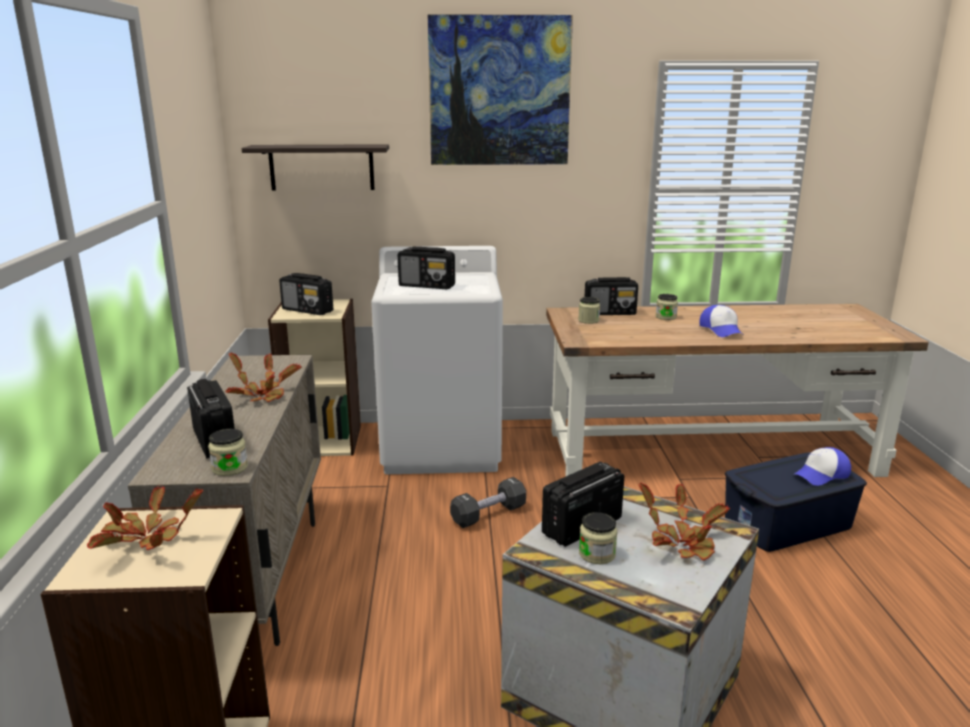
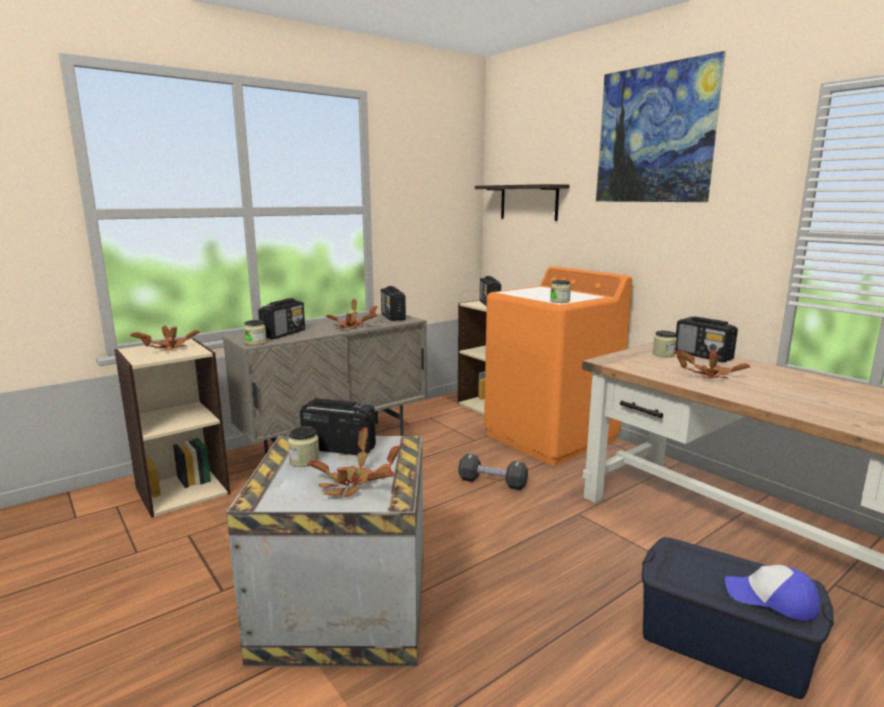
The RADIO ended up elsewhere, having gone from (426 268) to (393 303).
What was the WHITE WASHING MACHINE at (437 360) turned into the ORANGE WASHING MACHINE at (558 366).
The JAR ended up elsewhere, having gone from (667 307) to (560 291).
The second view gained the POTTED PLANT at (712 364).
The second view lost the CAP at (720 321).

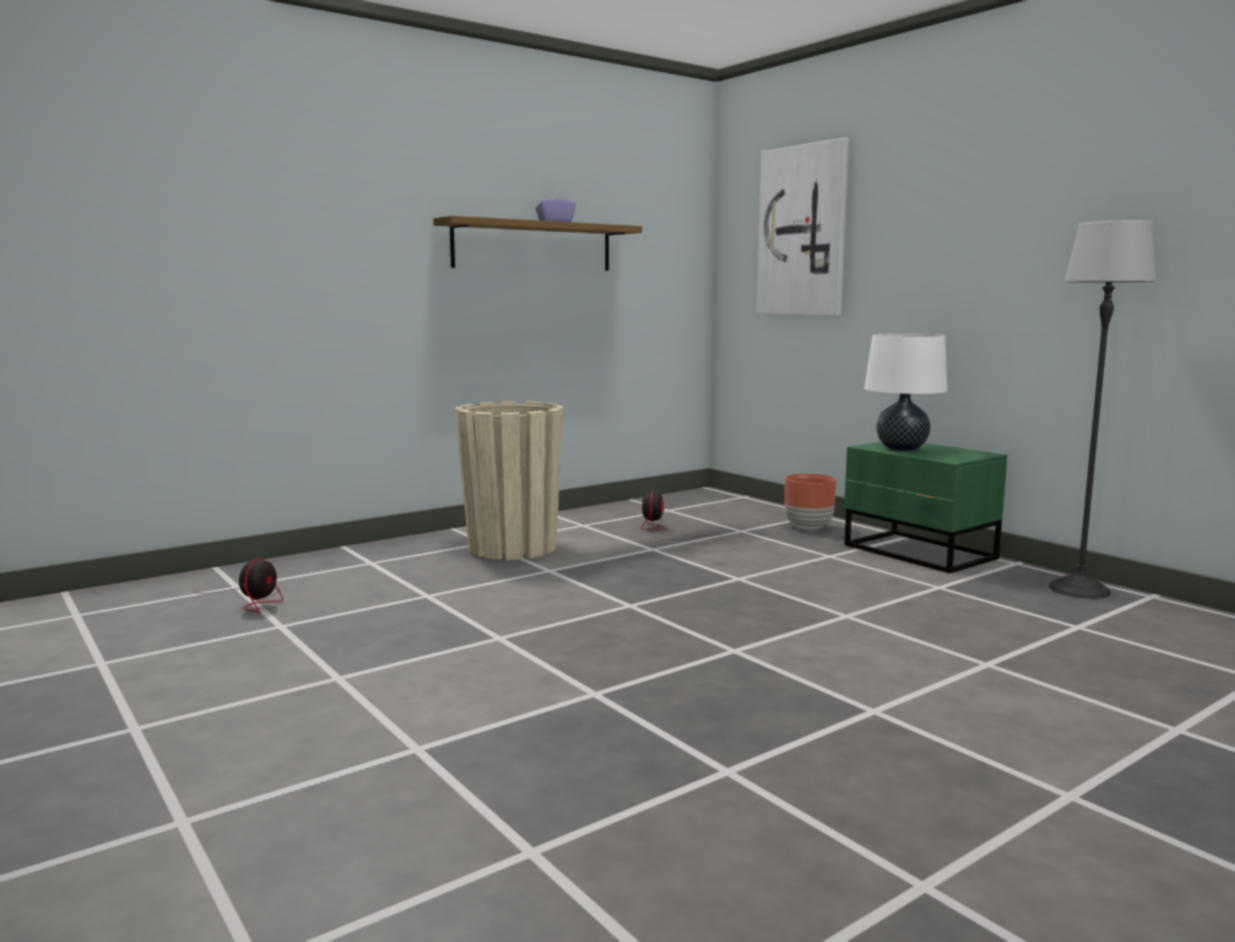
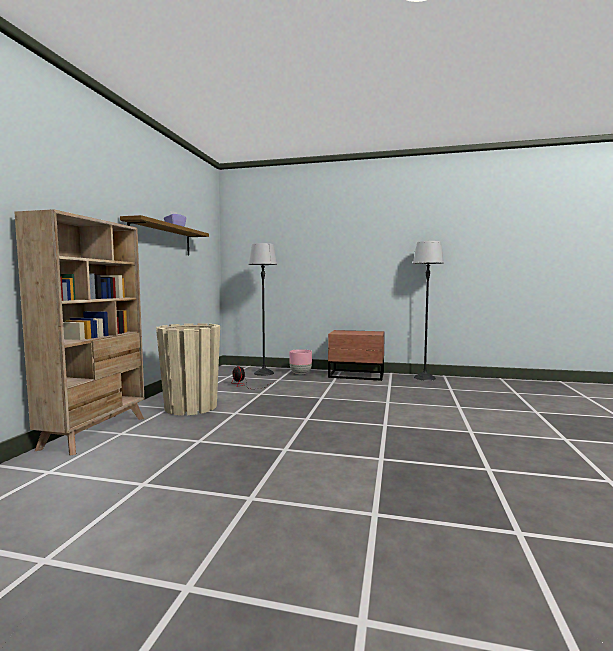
The second view gained the BEIGE BOOKCASE at (79 332).
The second view gained the FLOOR LAMP at (263 309).
What was the BROWN PLANTER at (810 501) turned into the PINK PLANTER at (300 361).
What was the GREEN NIGHTSTAND at (925 507) turned into the BROWN NIGHTSTAND at (356 355).
The second view lost the FAN at (238 585).
The second view lost the PICTURE at (803 226).
The second view lost the WHITE TABLE LAMP at (905 392).

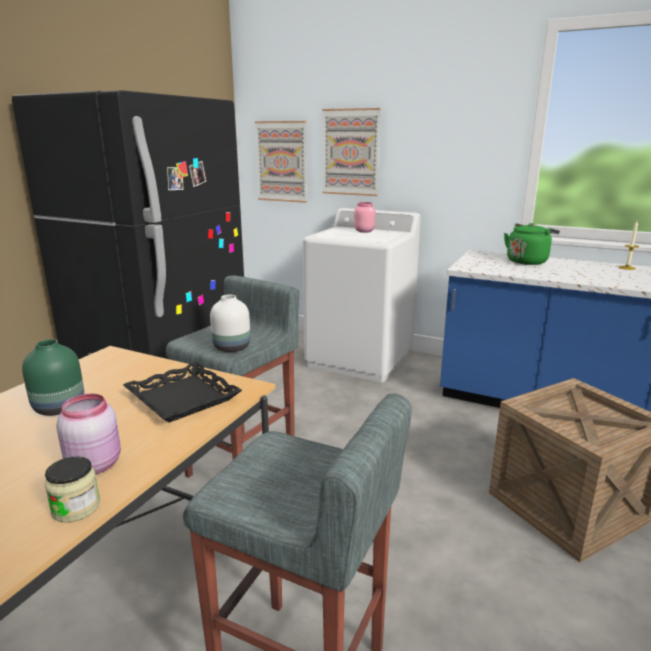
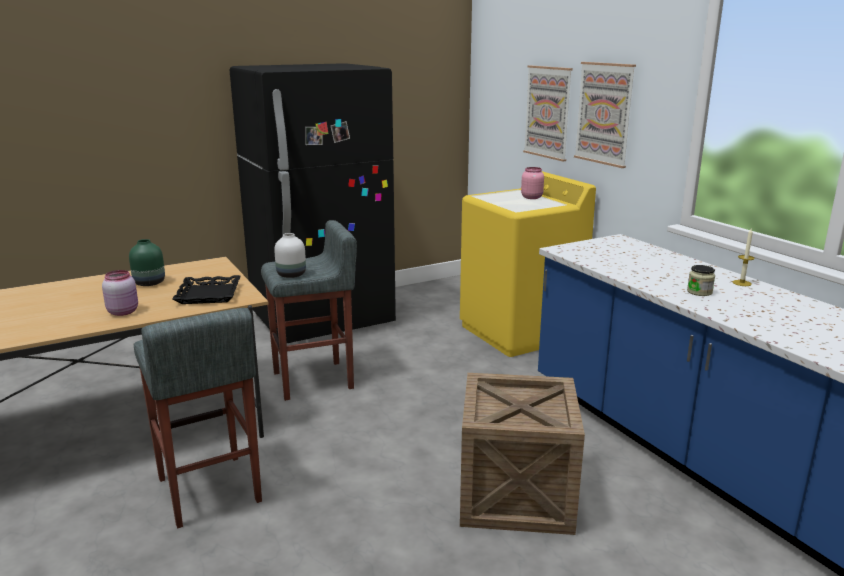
What was the WHITE WASHING MACHINE at (362 295) turned into the YELLOW WASHING MACHINE at (528 264).
The PICTURE ended up elsewhere, having gone from (281 162) to (605 115).
The JAR ended up elsewhere, having gone from (72 490) to (701 280).
The second view lost the GREEN KETTLE at (532 244).

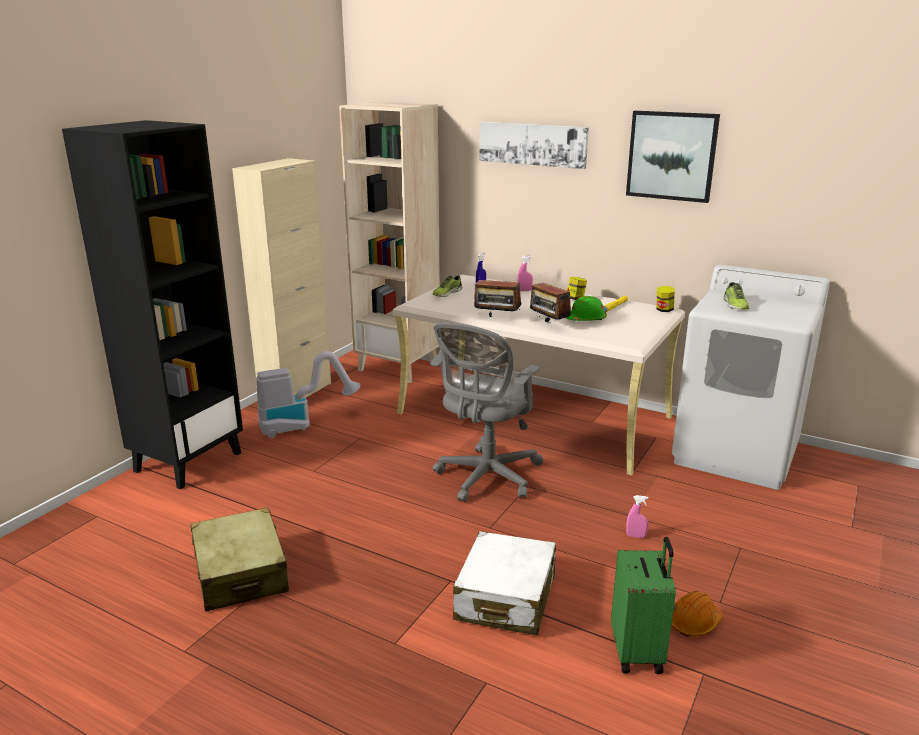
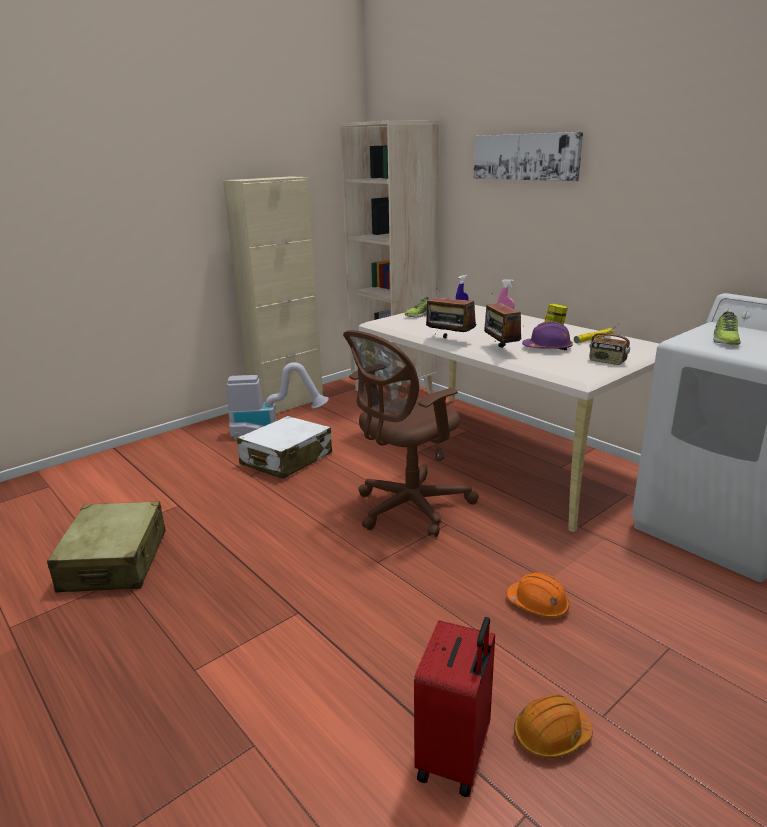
The WHITE SUITCASE ended up elsewhere, having gone from (504 583) to (284 447).
What was the GREY OFFICE CHAIR at (486 412) turned into the BROWN OFFICE CHAIR at (411 433).
What was the GREEN SUITCASE at (643 605) turned into the RED SUITCASE at (454 707).
Where the PINK SPRAY BOTTLE stood at (637 516), the ORANGE HARD HAT came to stand at (538 595).
What was the GREEN HARD HAT at (586 308) turned into the PURPLE HARD HAT at (547 336).
The second view gained the RADIO at (609 344).
The second view lost the BLACK BOOKCASE at (152 305).
The second view lost the PICTURE at (673 157).
The second view lost the JAR at (665 299).

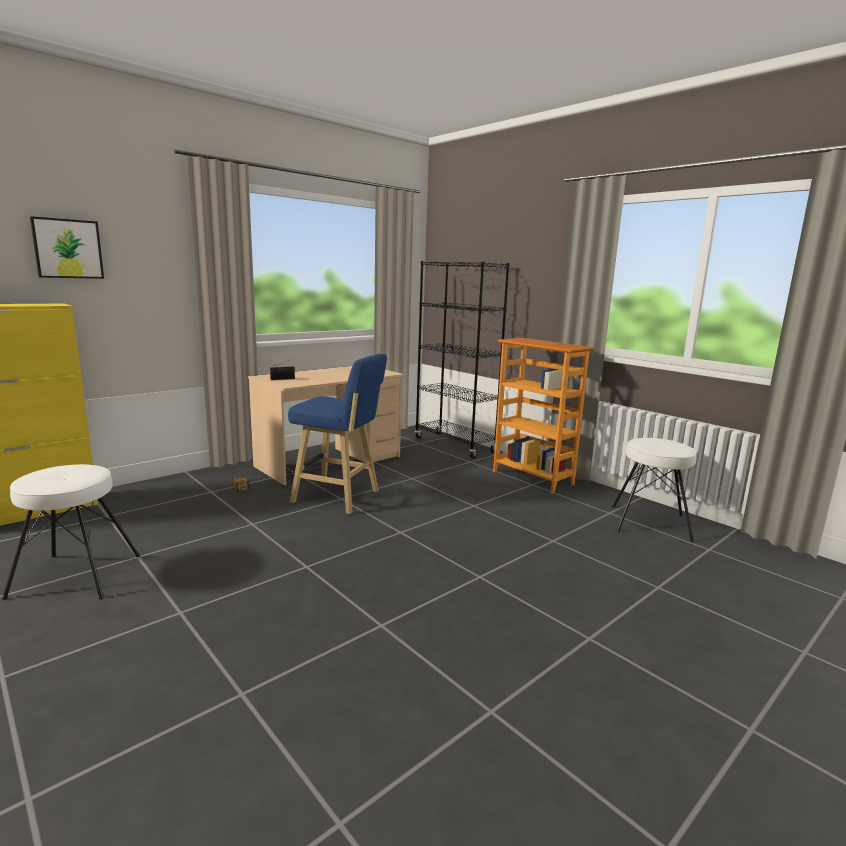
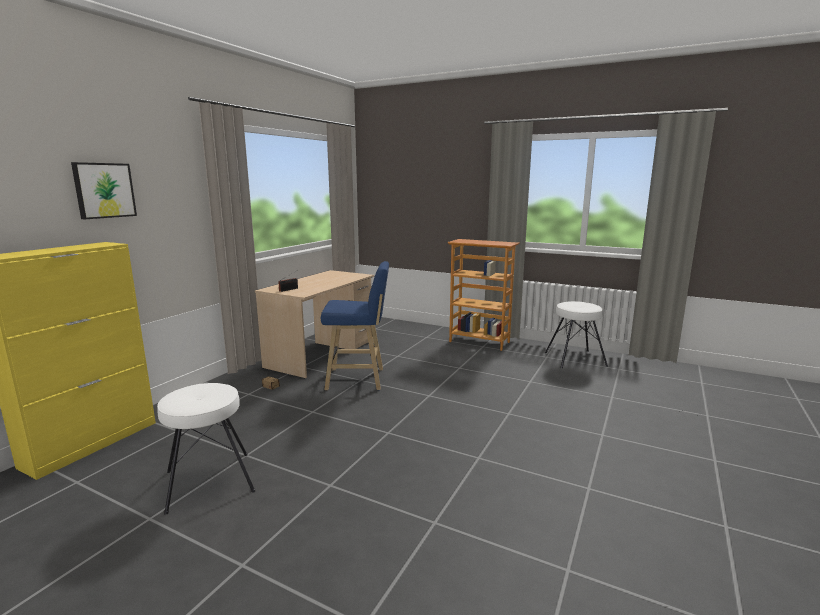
The second view lost the BLACK BOOKCASE at (462 359).

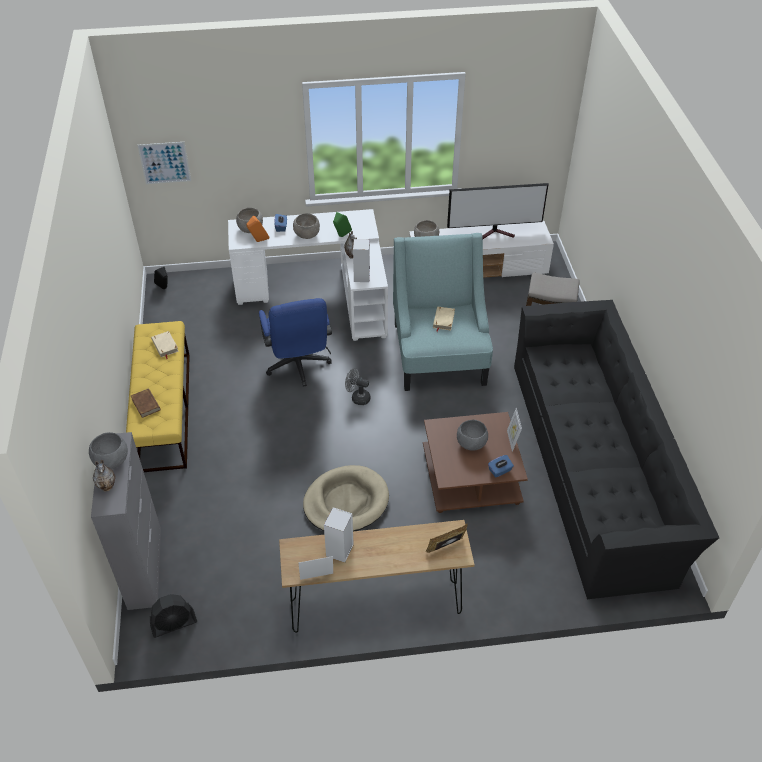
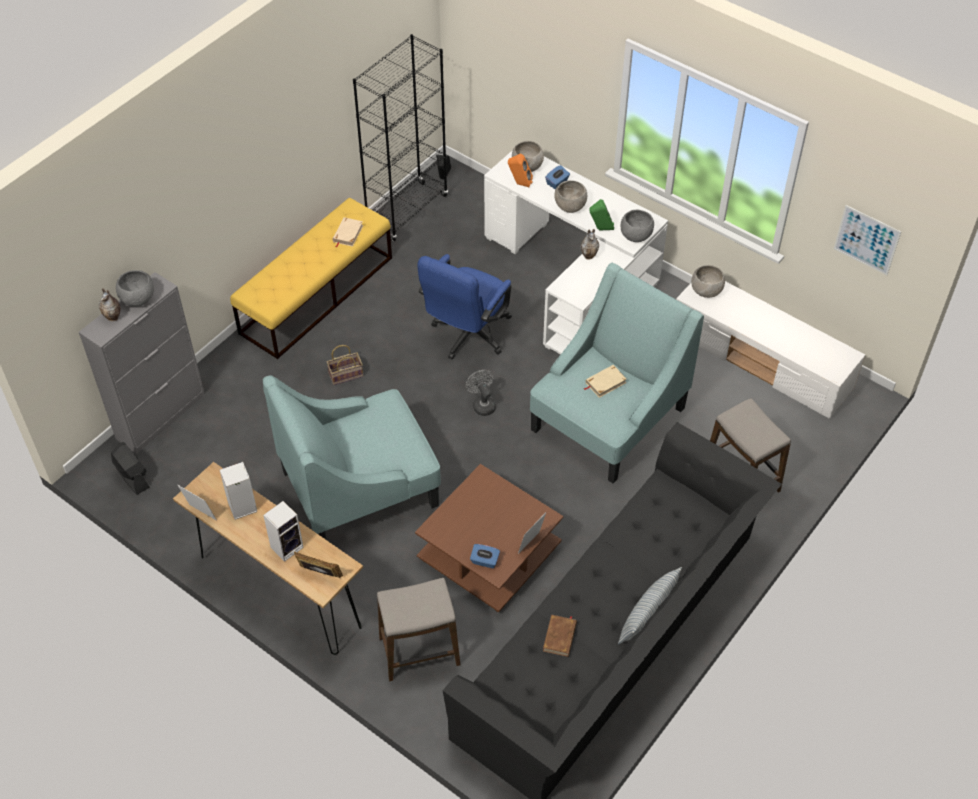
The BLACK FAN at (173 616) ended up facing another way, 150 degrees counterclockwise from before.
Where the BEIGE DOG BED stood at (346 498), the TURQUOISE ARMCHAIR came to stand at (352 457).
The SPEAKER ended up elsewhere, having gone from (361 260) to (283 531).
The second view gained the BASKET at (345 365).
The second view gained the BLACK BOOKCASE at (400 138).
The second view gained the STOOL at (418 629).
The BROWN BOOK ended up elsewhere, having gone from (146 403) to (560 636).
The second view gained the PILLOW at (650 606).
The GREY BOWL ended up elsewhere, having gone from (472 435) to (637 226).
The PICTURE ended up elsewhere, having gone from (164 163) to (867 240).
The second view lost the TELEVISION at (498 211).

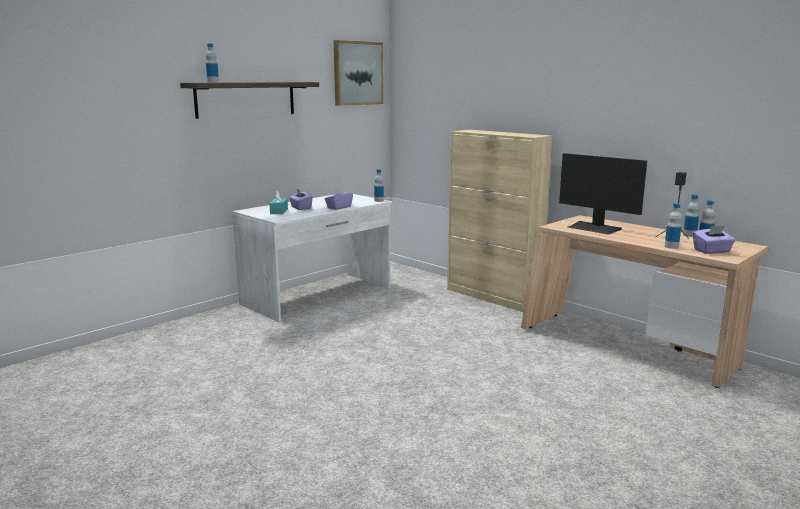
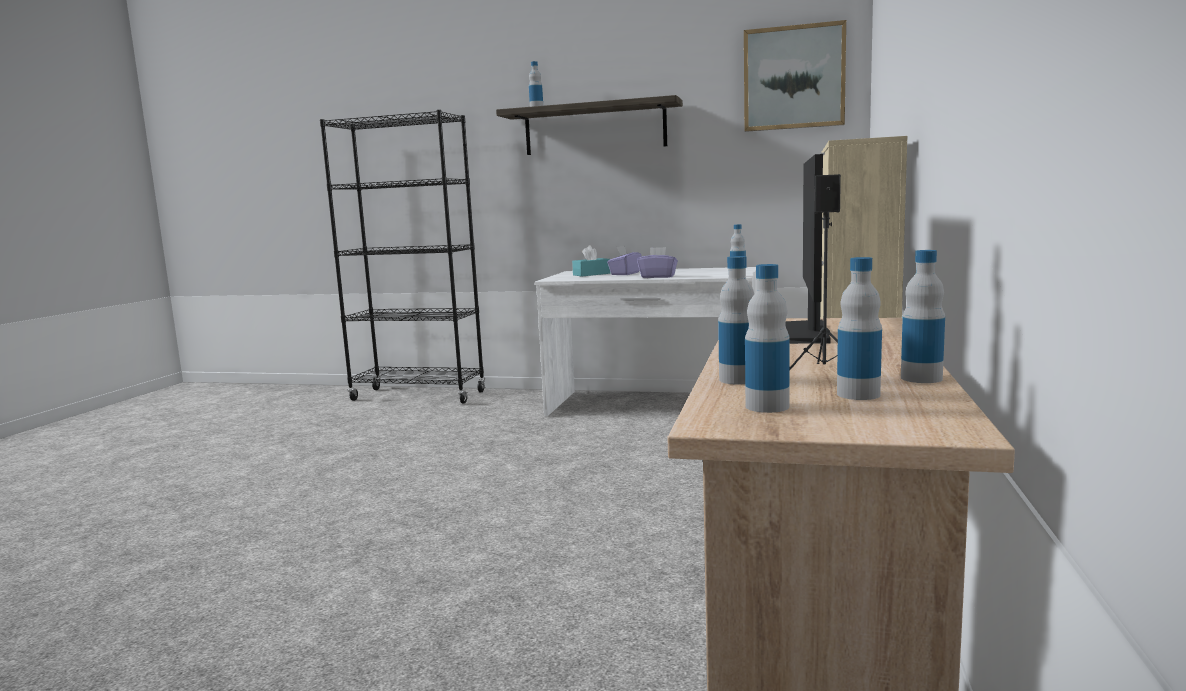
The second view gained the BLACK BOOKCASE at (403 257).
Where the PURPLE TISSUE BOX stood at (714 240), the BOTTLE came to stand at (767 338).

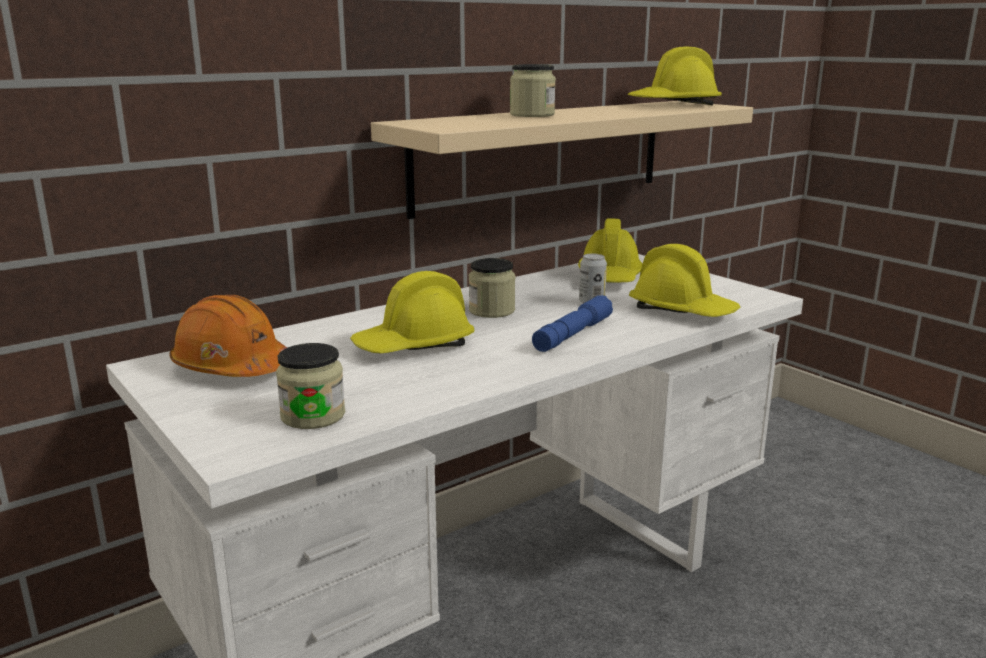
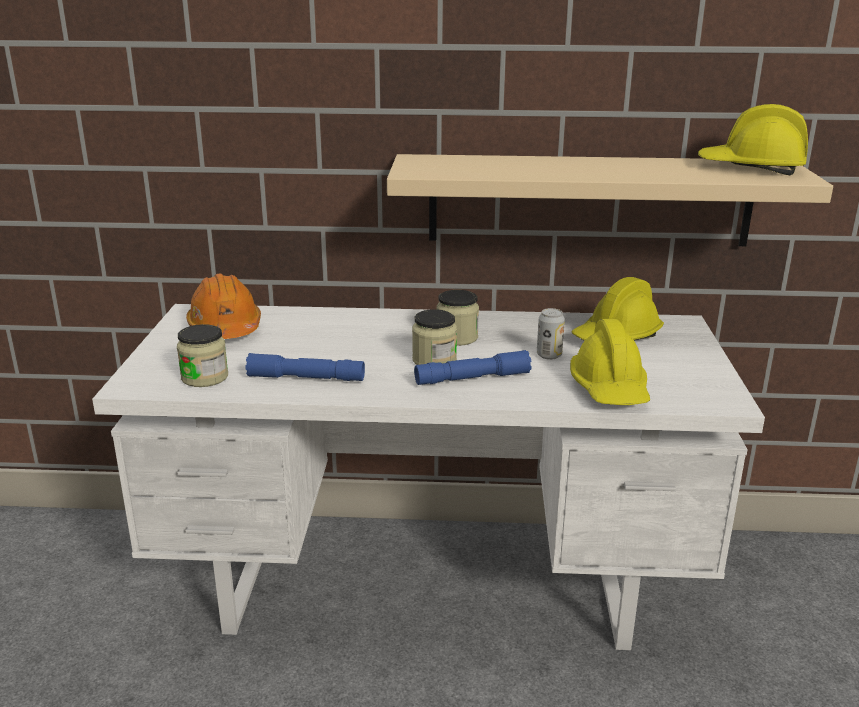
The second view gained the BLUE FLASHLIGHT at (305 367).
The JAR ended up elsewhere, having gone from (533 90) to (434 337).
The second view lost the YELLOW HARD HAT at (412 312).

